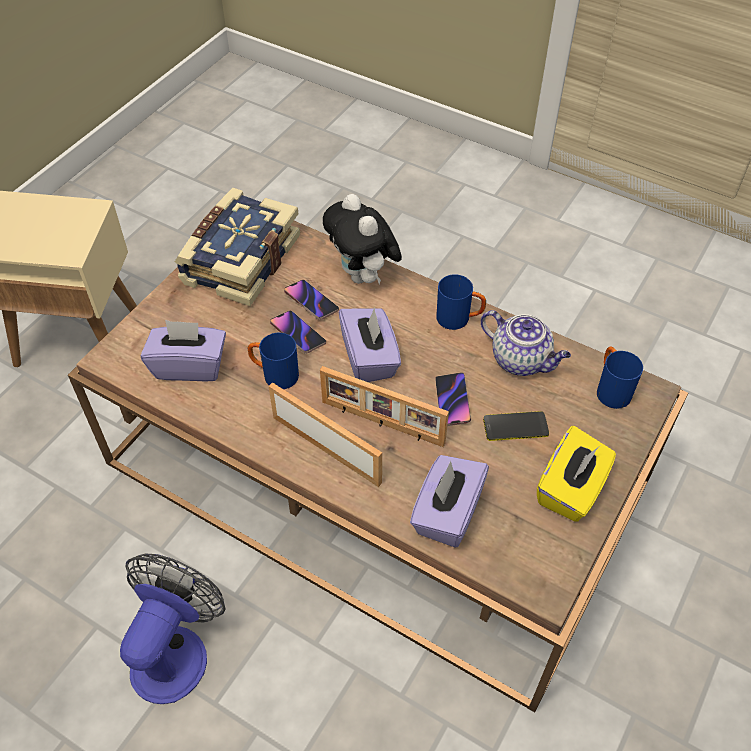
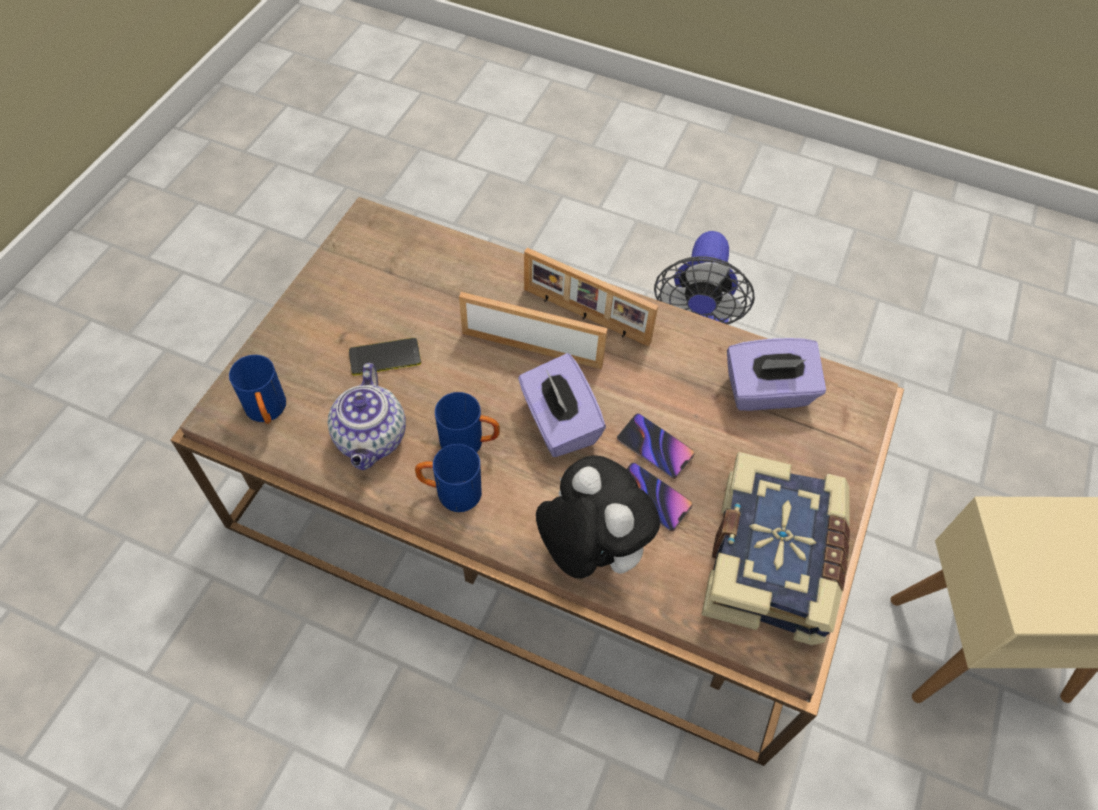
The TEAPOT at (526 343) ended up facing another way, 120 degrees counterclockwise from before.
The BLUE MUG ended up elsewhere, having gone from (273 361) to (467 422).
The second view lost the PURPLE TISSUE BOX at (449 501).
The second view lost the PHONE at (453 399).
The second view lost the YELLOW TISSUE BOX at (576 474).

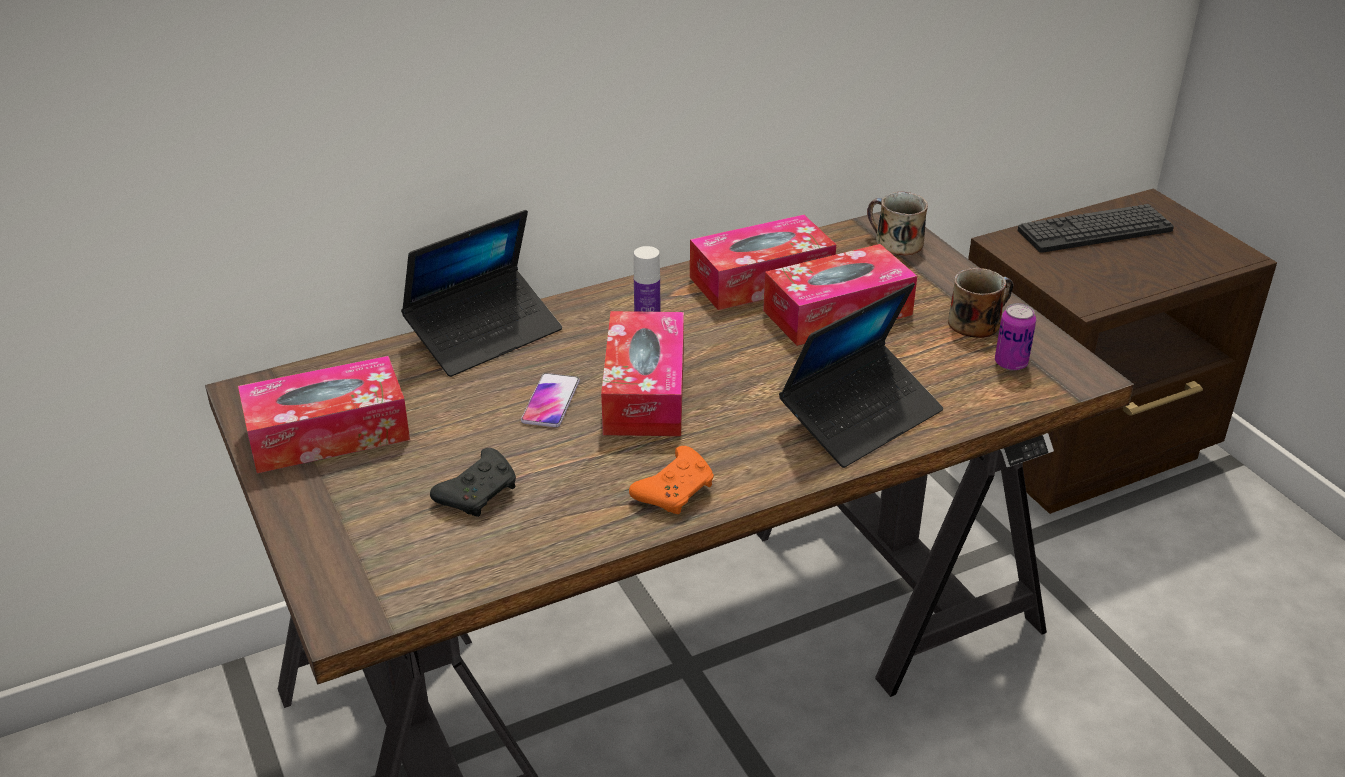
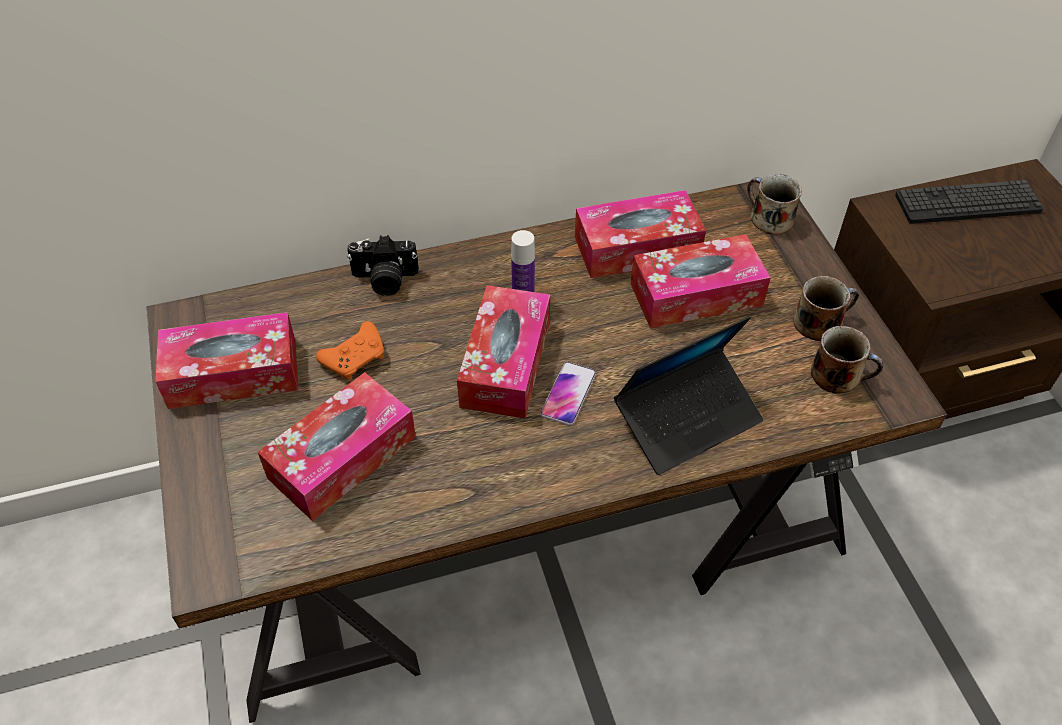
Where the BLACK GAME CONTROLLER stood at (473 482), the TISSUE BOX came to stand at (337 446).
The ORANGE GAME CONTROLLER ended up elsewhere, having gone from (671 480) to (350 350).
Where the LAPTOP stood at (481 293), the PHOTO CAMERA came to stand at (383 265).
The PHONE ended up elsewhere, having gone from (550 400) to (568 394).
Where the CAN stood at (1015 337), the MUG came to stand at (847 359).

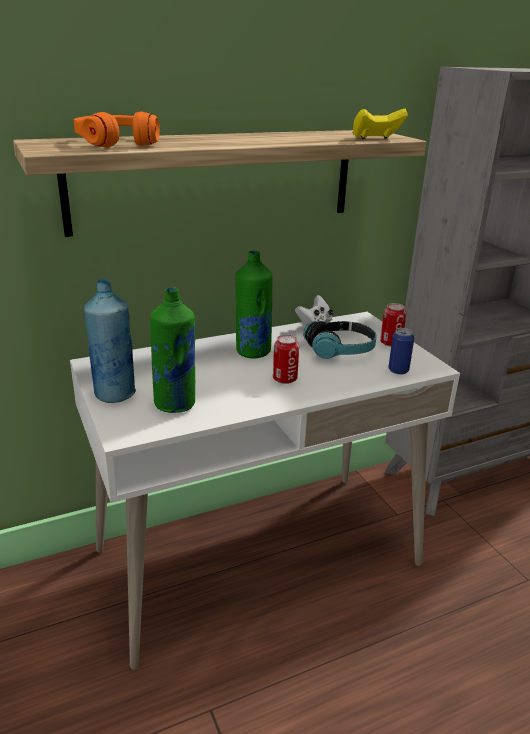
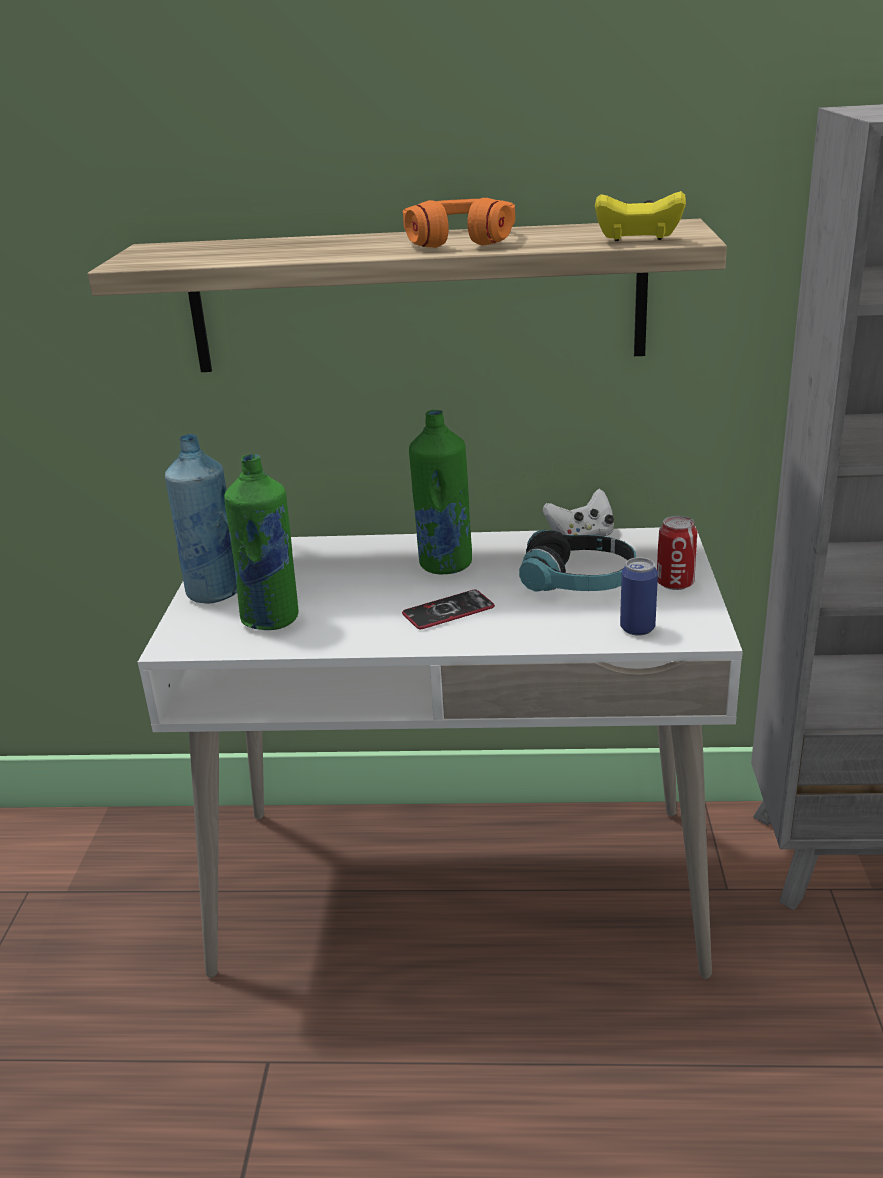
Where the CAN stood at (286 359), the PHONE came to stand at (448 609).
The ORANGE HEADPHONES ended up elsewhere, having gone from (117 129) to (459 223).

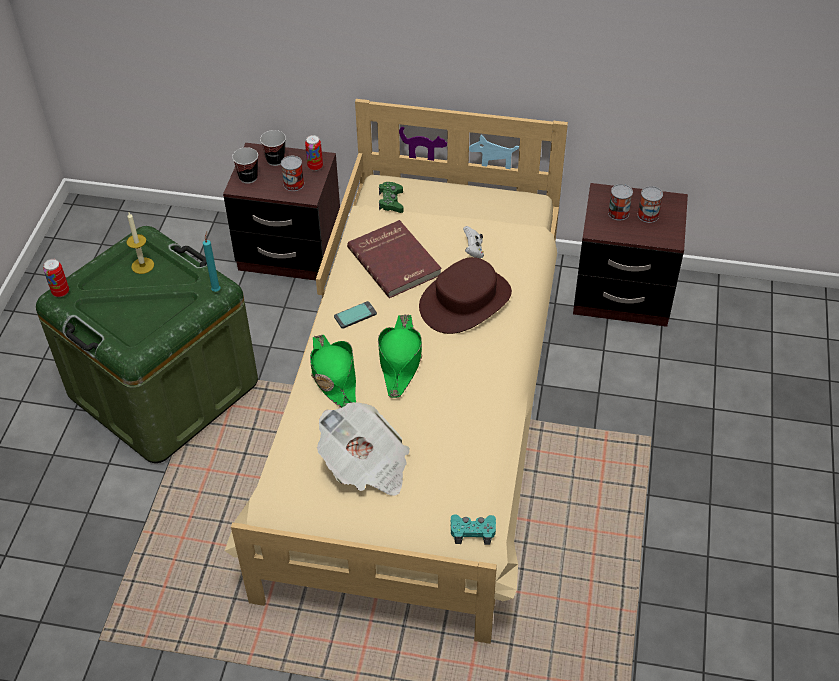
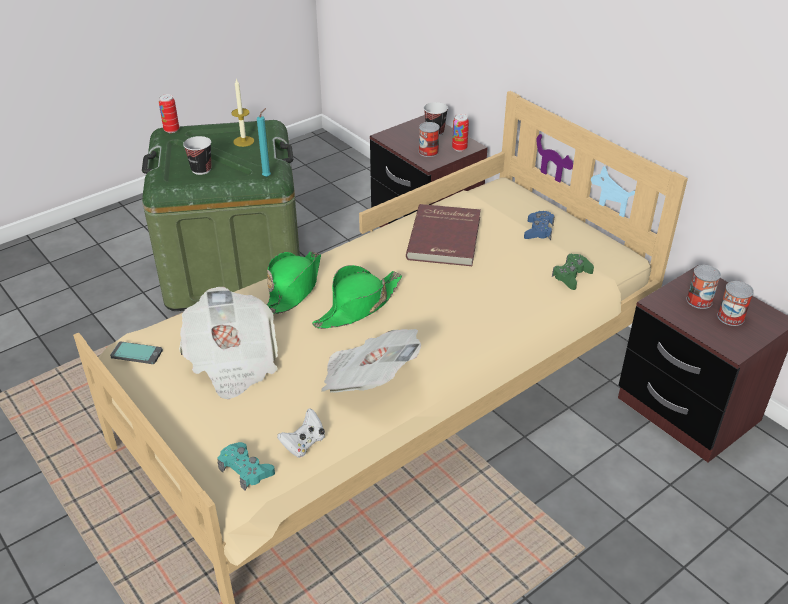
The PHONE ended up elsewhere, having gone from (355 315) to (136 353).
The CUP ended up elsewhere, having gone from (245 165) to (197 155).
The WHITE GAME CONTROLLER ended up elsewhere, having gone from (473 242) to (301 433).
The second view gained the NEWSPAPER at (371 361).
The second view gained the BLUE GAME CONTROLLER at (539 225).
The GREEN GAME CONTROLLER ended up elsewhere, having gone from (391 197) to (573 272).
The second view lost the BROWN HAT at (465 295).

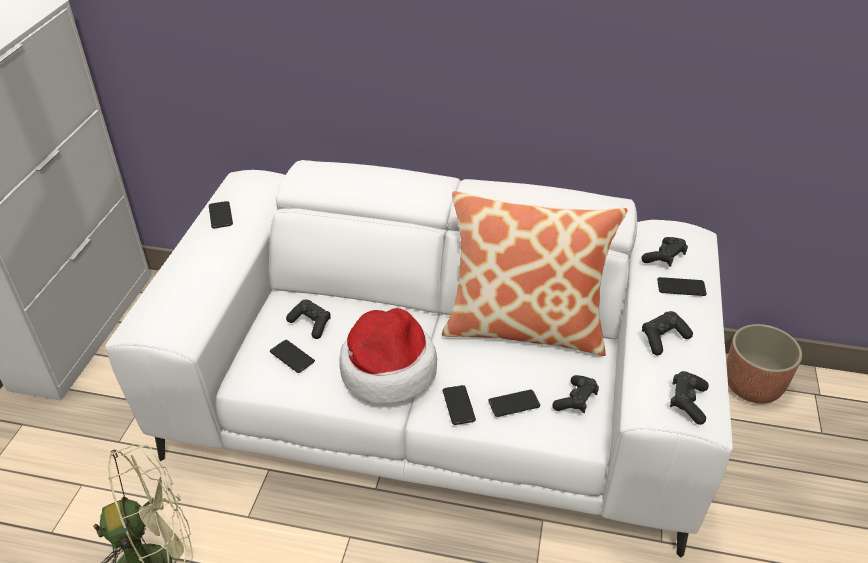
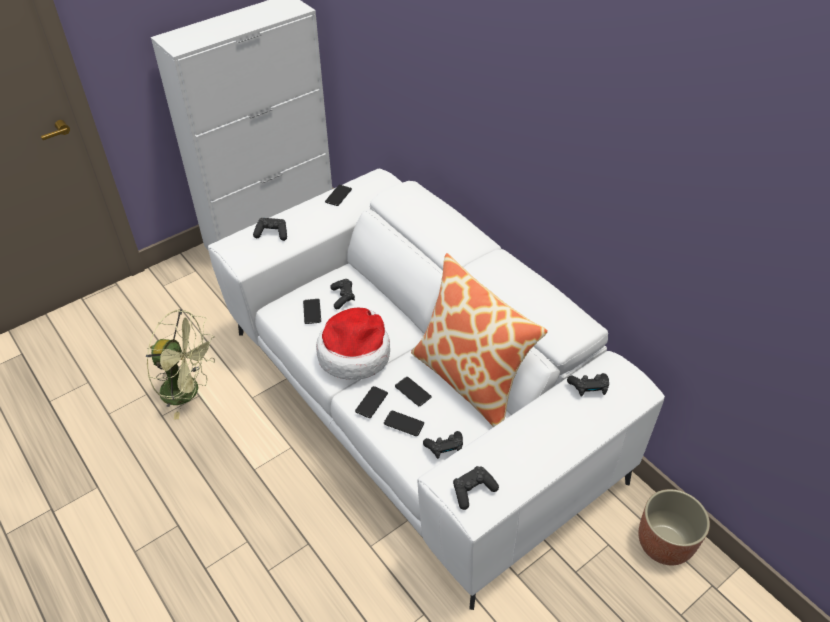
The BLACK GAME CONTROLLER ended up elsewhere, having gone from (667 333) to (270 229).
The PHONE ended up elsewhere, having gone from (682 286) to (413 391).

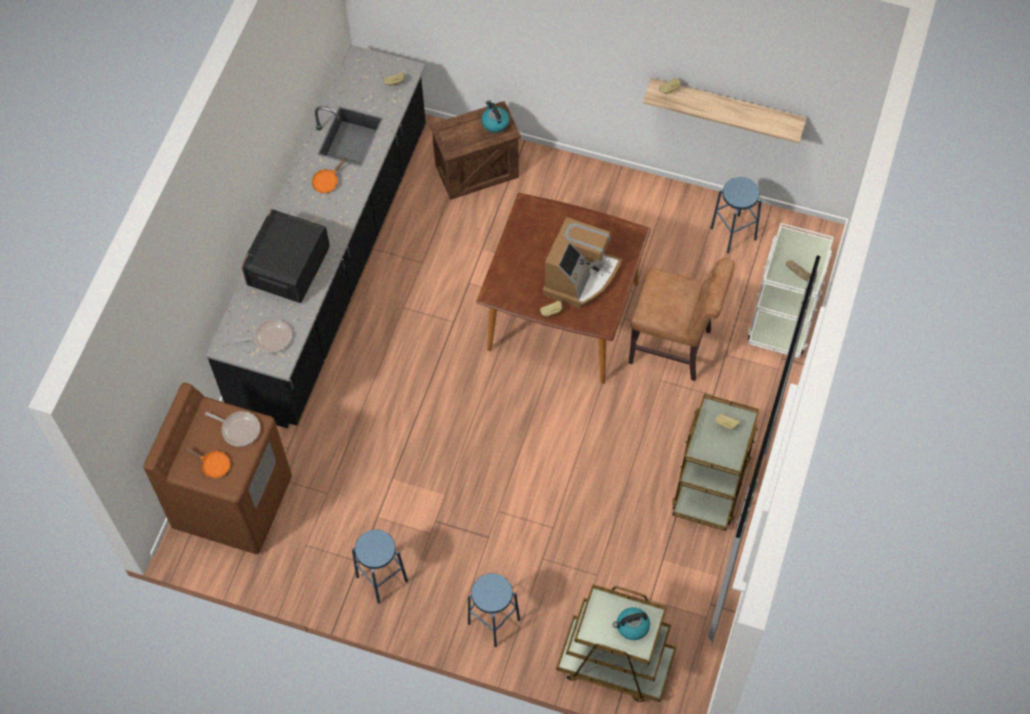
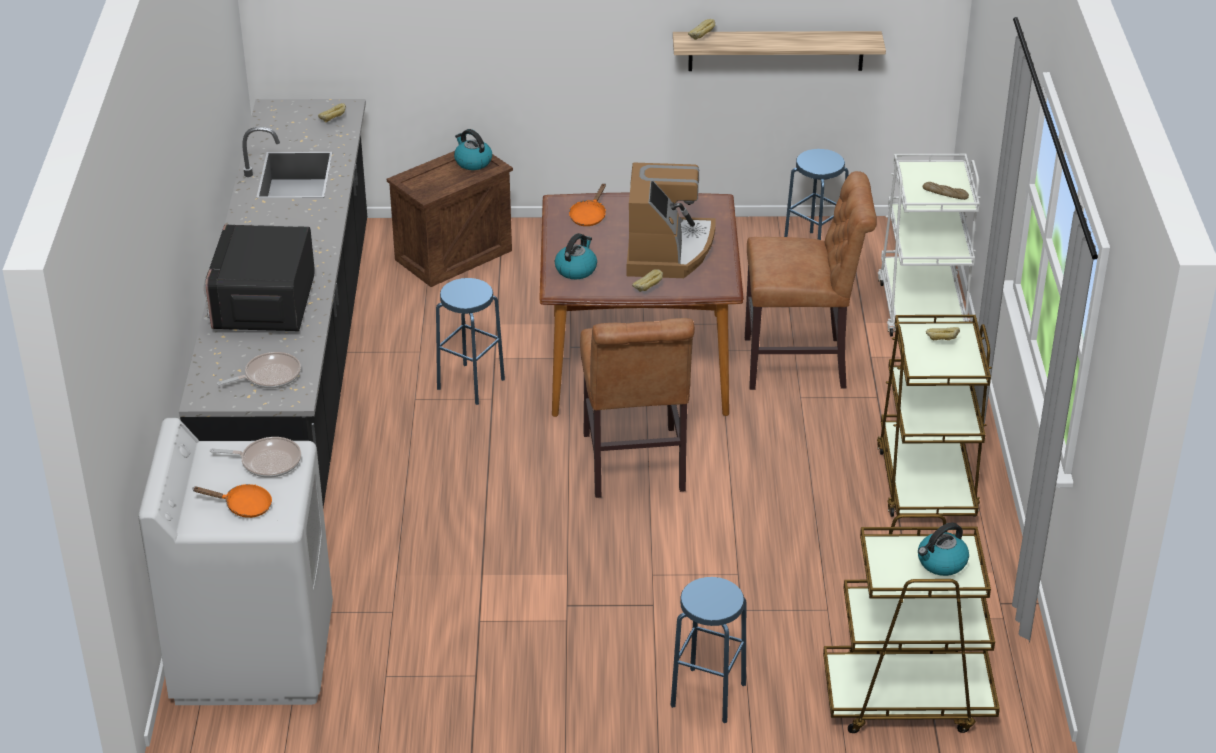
What was the BROWN WASHING MACHINE at (218 468) turned into the WHITE WASHING MACHINE at (235 561).
The BLUE STOOL ended up elsewhere, having gone from (380 567) to (470 341).
The second view gained the KETTLE at (576 256).
The ORANGE FRYING PAN ended up elsewhere, having gone from (329 175) to (587 204).
The second view gained the BROWN CHAIR at (637 408).

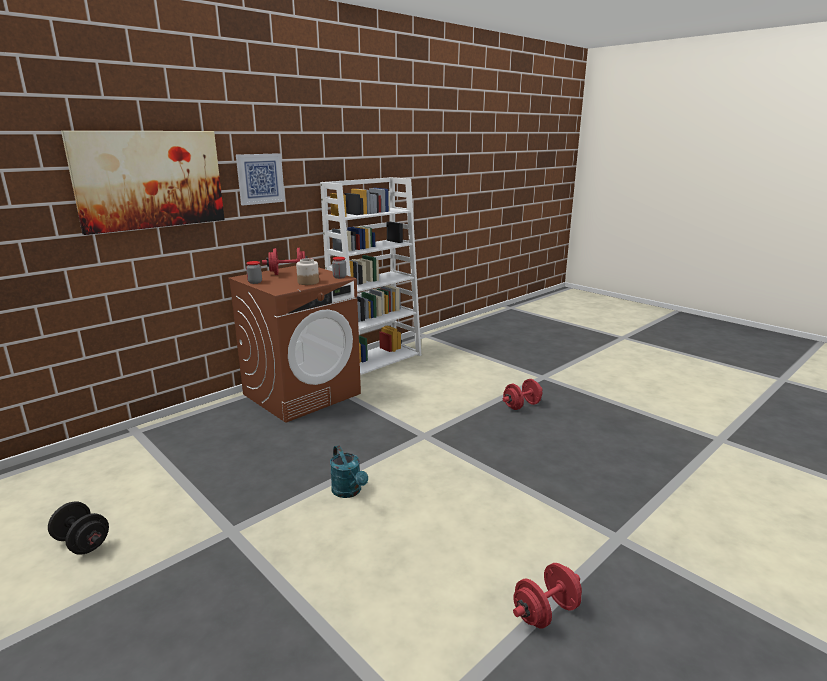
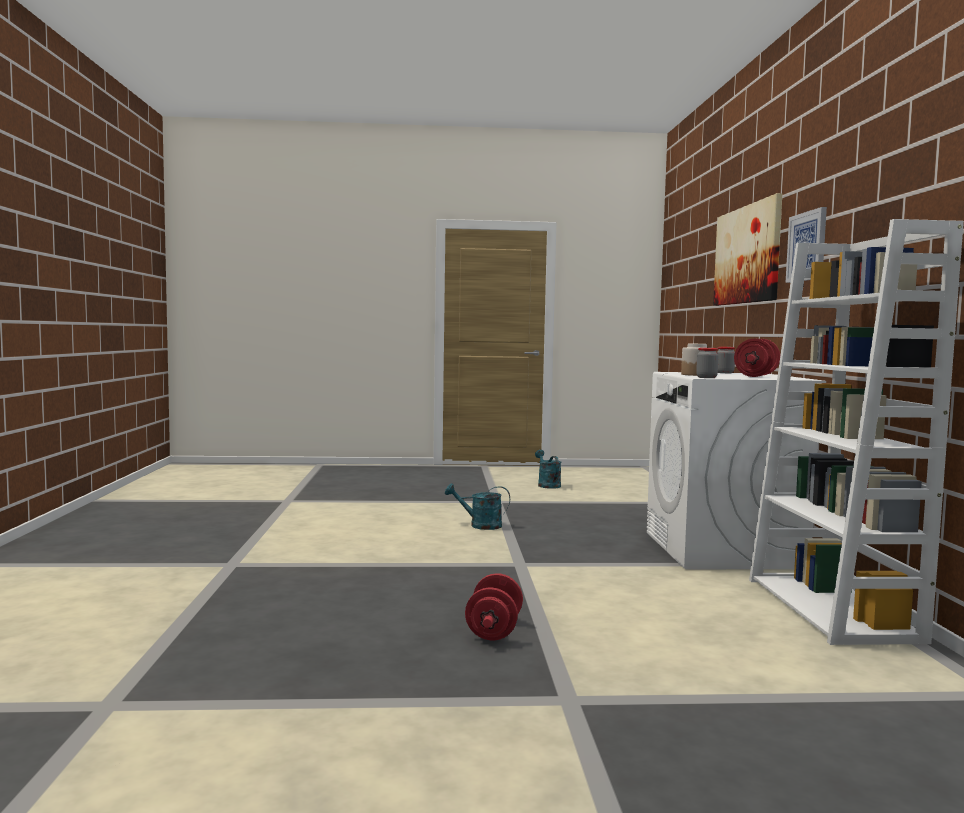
Where the BLACK DUMBBELL stood at (78 528), the TURQUOISE WATERING CAN came to stand at (548 469).
What was the BROWN WASHING MACHINE at (294 344) turned into the WHITE WASHING MACHINE at (736 470).
The second view lost the RED DUMBBELL at (547 595).

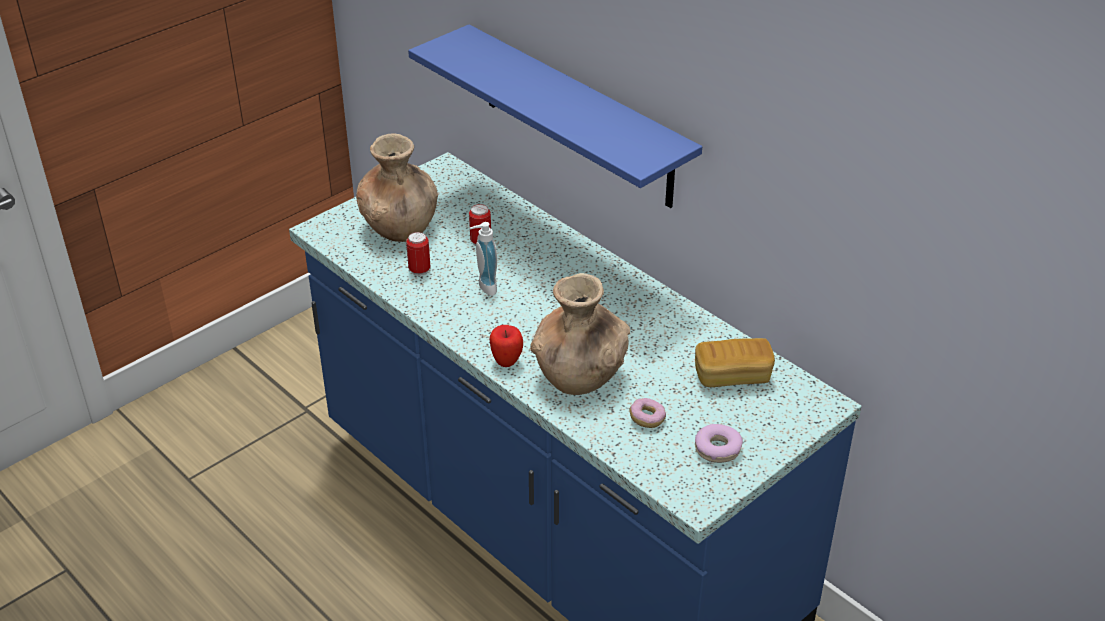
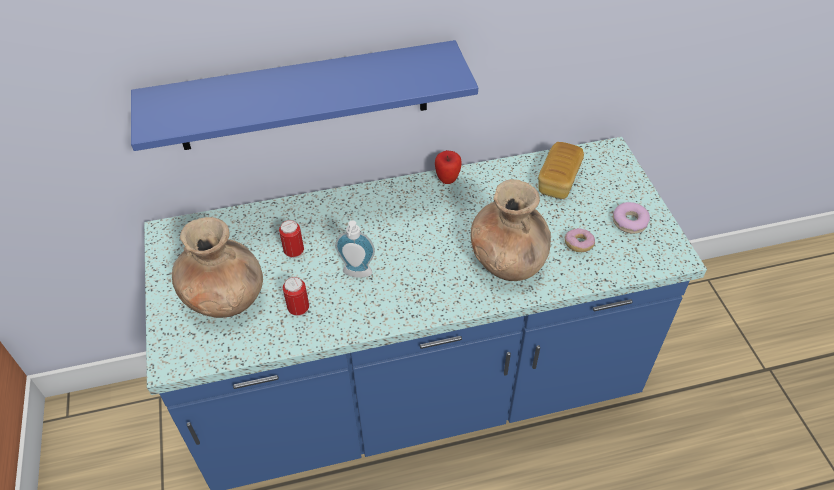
The APPLE ended up elsewhere, having gone from (506 346) to (448 167).

